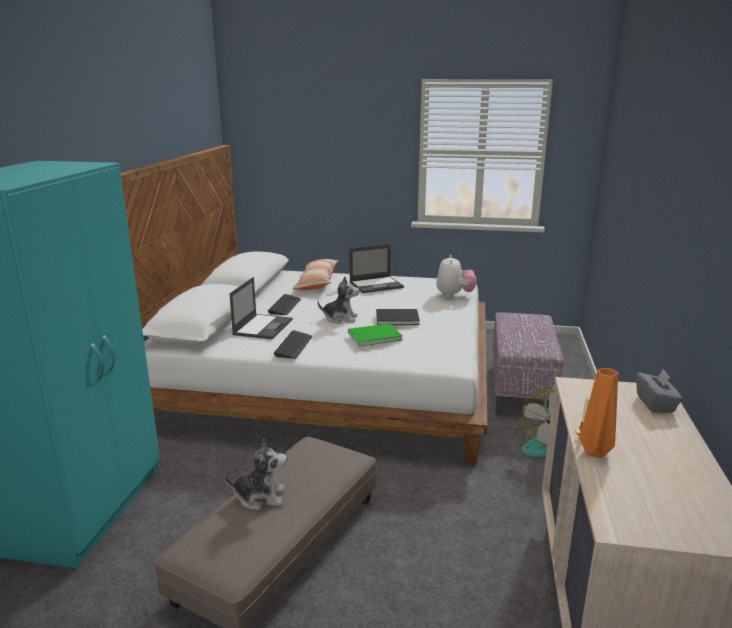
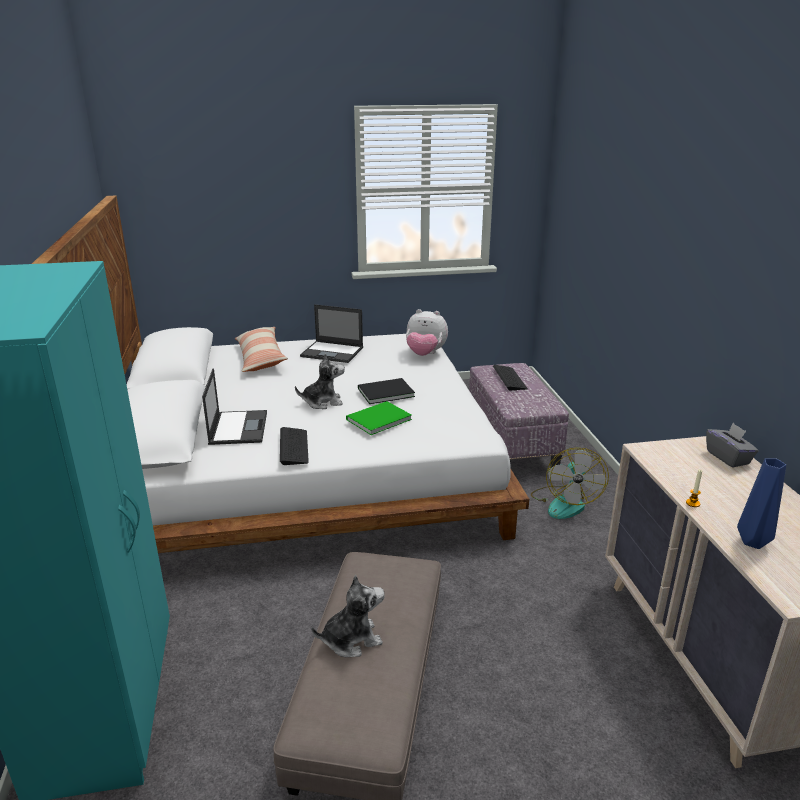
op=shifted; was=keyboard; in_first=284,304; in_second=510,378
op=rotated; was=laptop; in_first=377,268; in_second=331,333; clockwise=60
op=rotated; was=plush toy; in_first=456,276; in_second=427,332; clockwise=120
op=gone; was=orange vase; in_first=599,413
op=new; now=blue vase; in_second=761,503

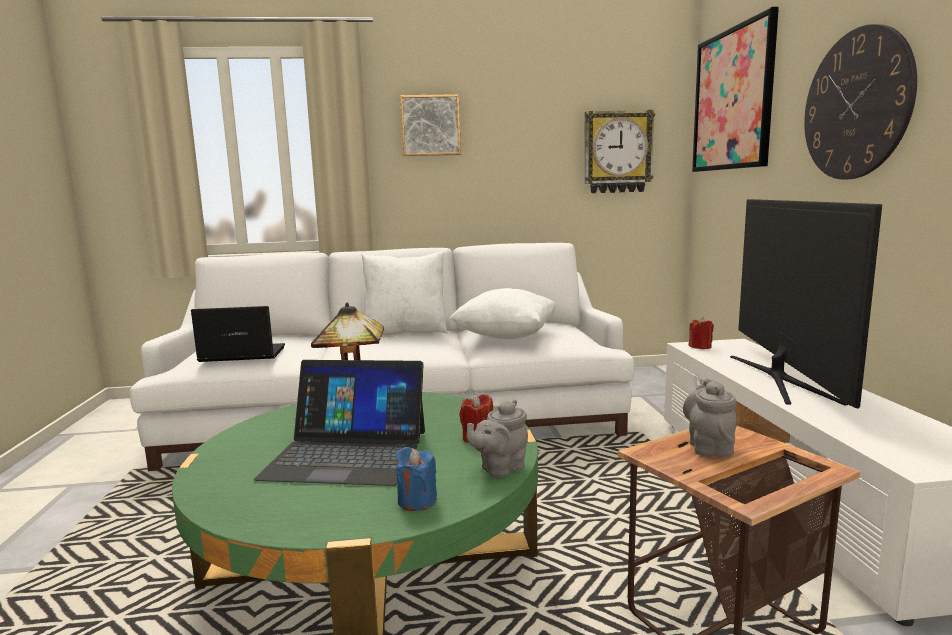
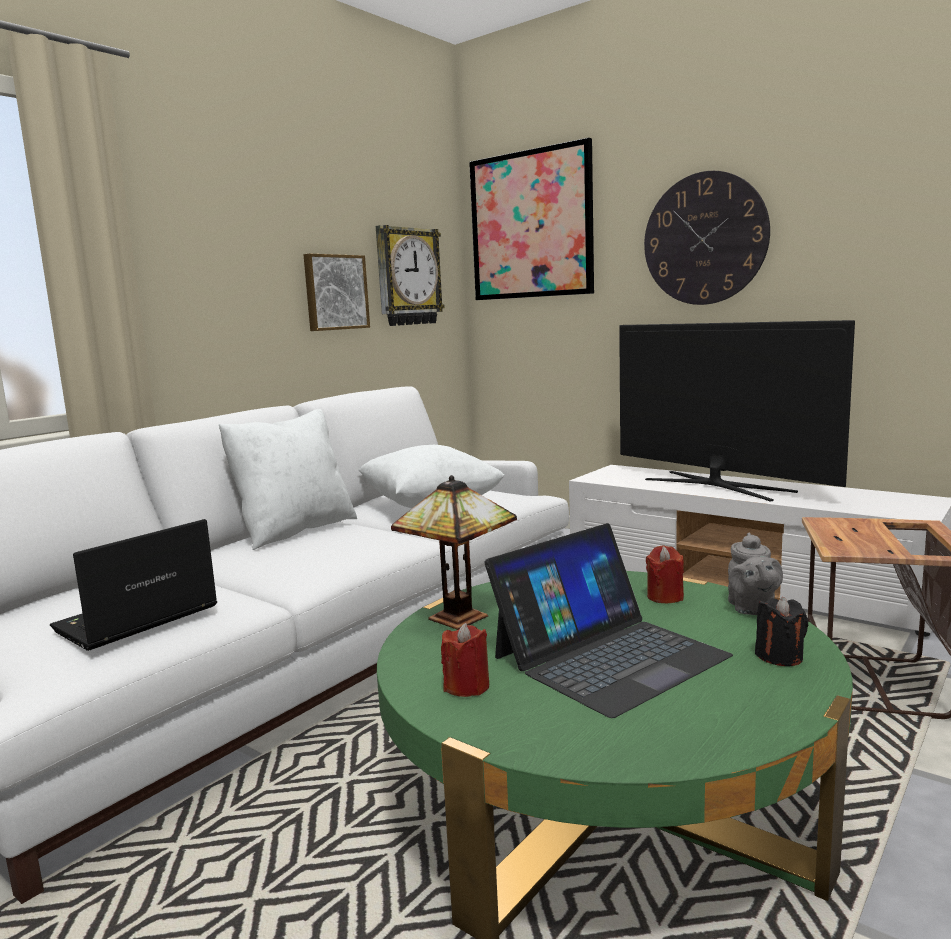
op=repainted; was=blue candle; now=black candle; in_first=416,479; in_second=781,631
op=shifted; was=picture; in_first=430,125; in_second=336,292
op=gone; was=grey teapot; in_first=710,418
op=shifted; was=red candle; in_first=701,333; in_second=465,660

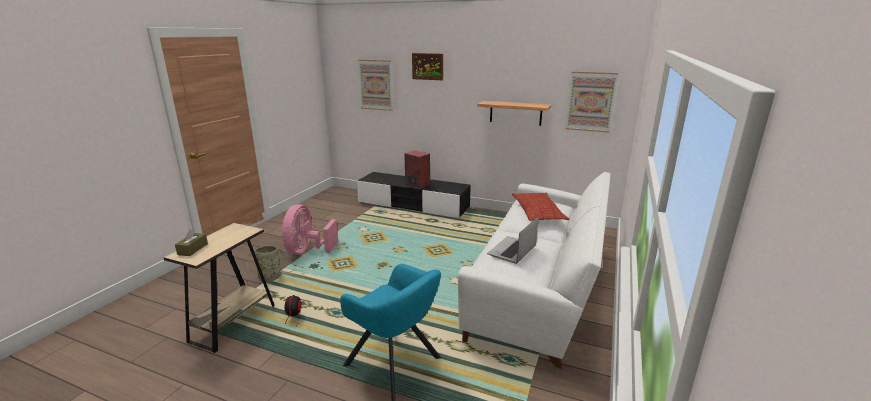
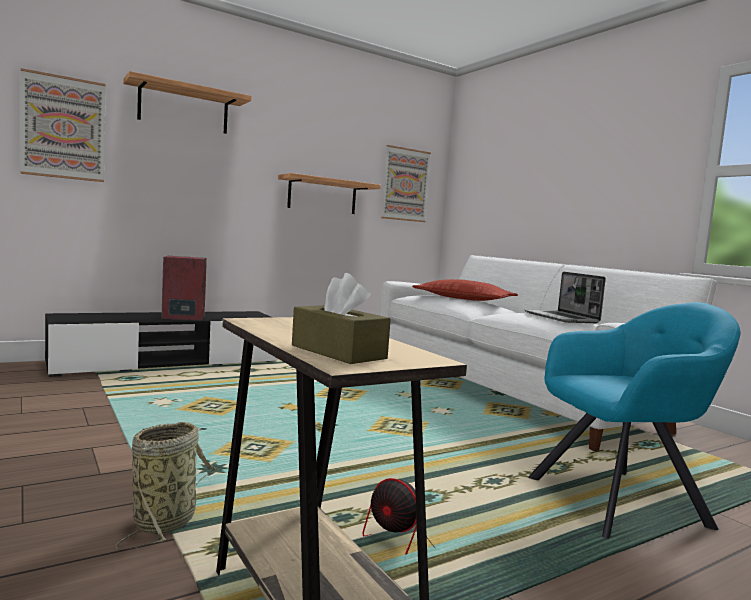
op=gone; was=pink fan; in_first=310,229
op=swapped; was=picture; now=shelf; in_first=427,66; in_second=187,102

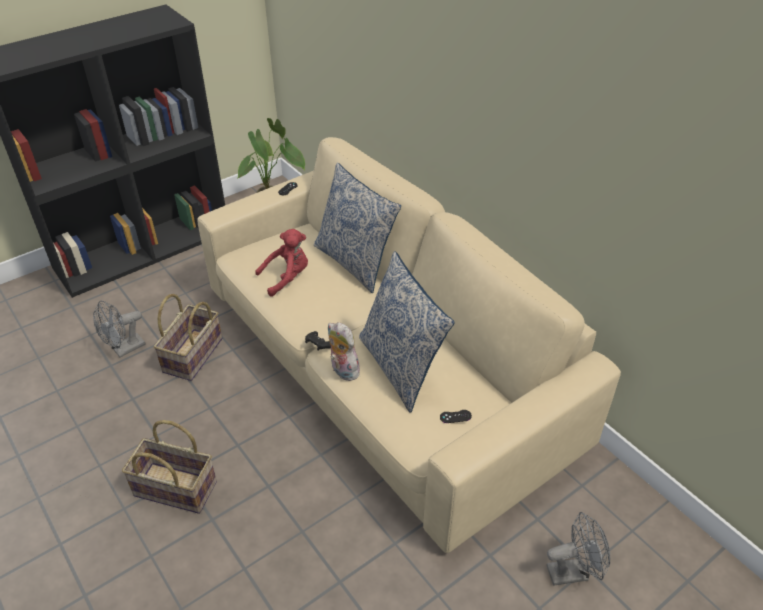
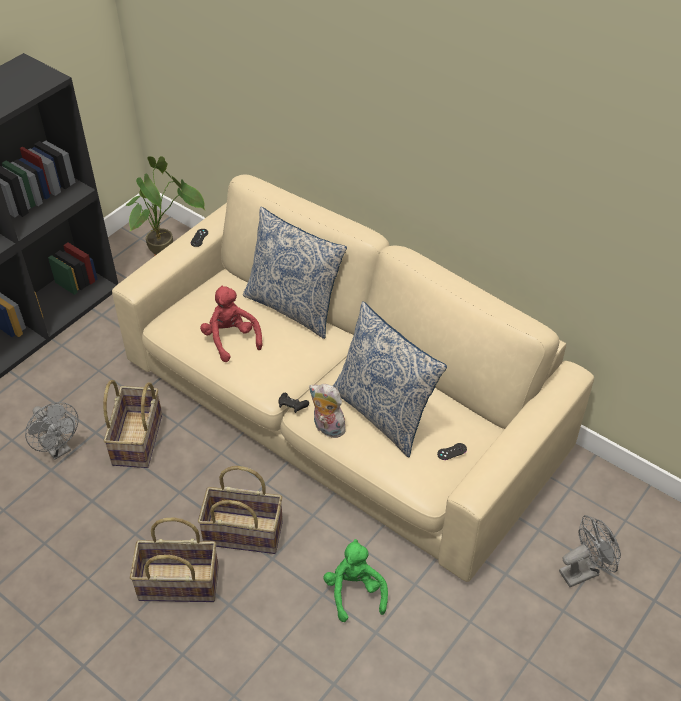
op=rotated; was=grey fan; in_first=119,329; in_second=51,431; clockwise=-75
op=rotated; was=red plush toy; in_first=282,262; in_second=231,324; clockwise=-75
op=new; now=basket; in_second=240,510
op=new; now=green plush toy; in_second=356,580

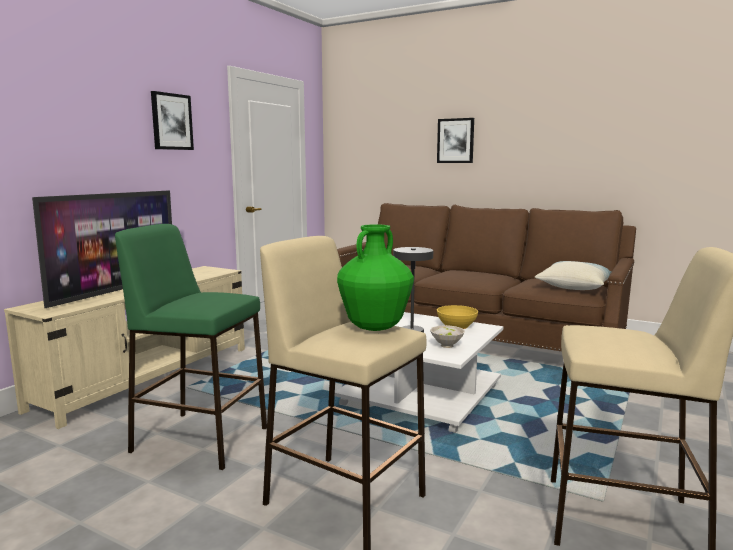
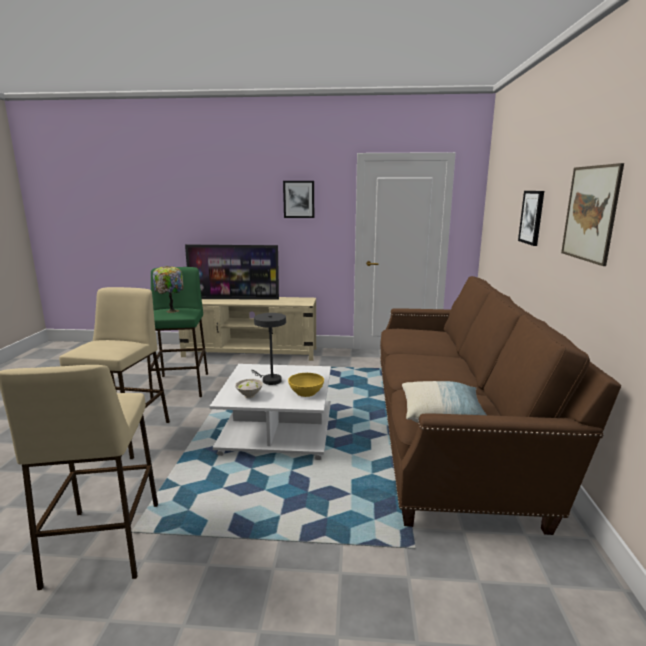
op=gone; was=green vase; in_first=375,277
op=new; now=table lamp; in_second=168,289
op=new; now=picture; in_second=592,214

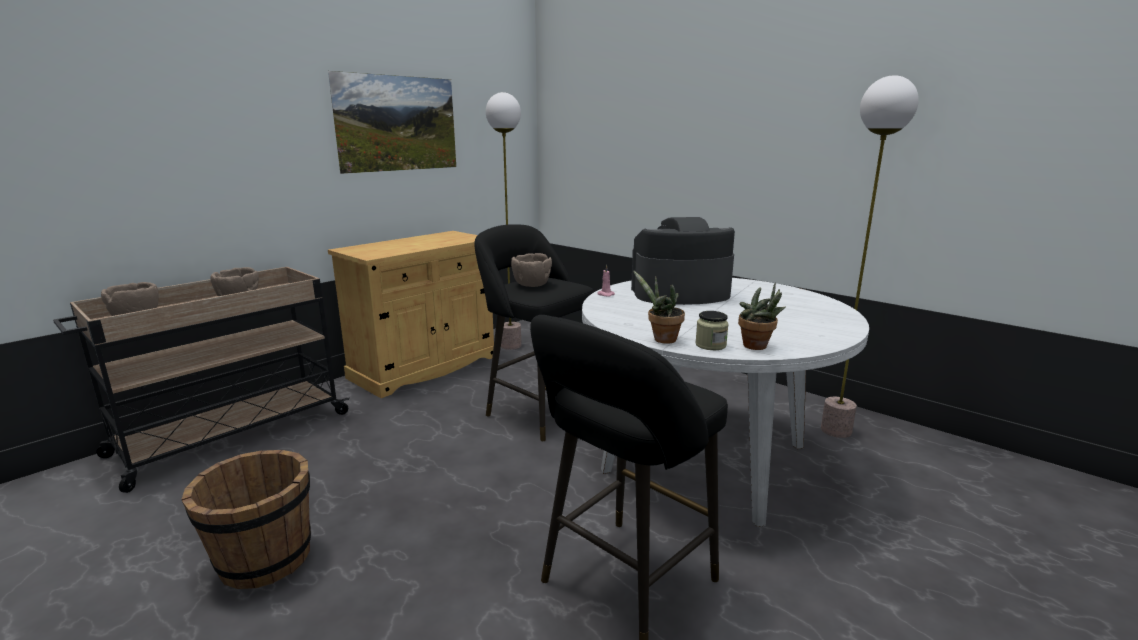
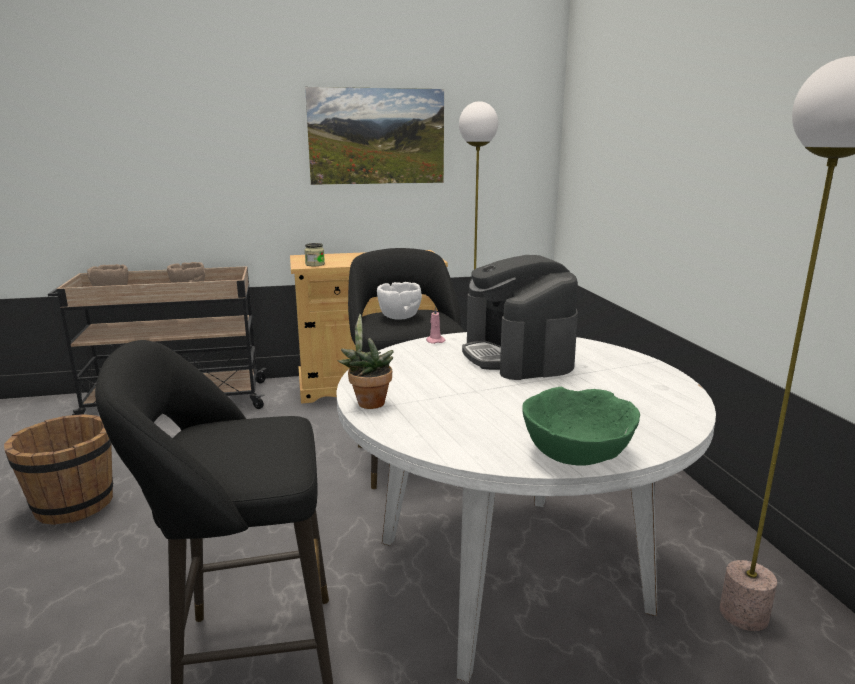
op=repainted; was=brown bowl; now=white bowl; in_first=531,270; in_second=399,301
op=rotated; was=coffee machine; in_first=683,261; in_second=520,317; clockwise=-135
op=shifted; was=jar; in_first=712,330; in_second=315,254
op=gone; was=potted plant; in_first=762,316
op=new; now=green bowl; in_second=581,426

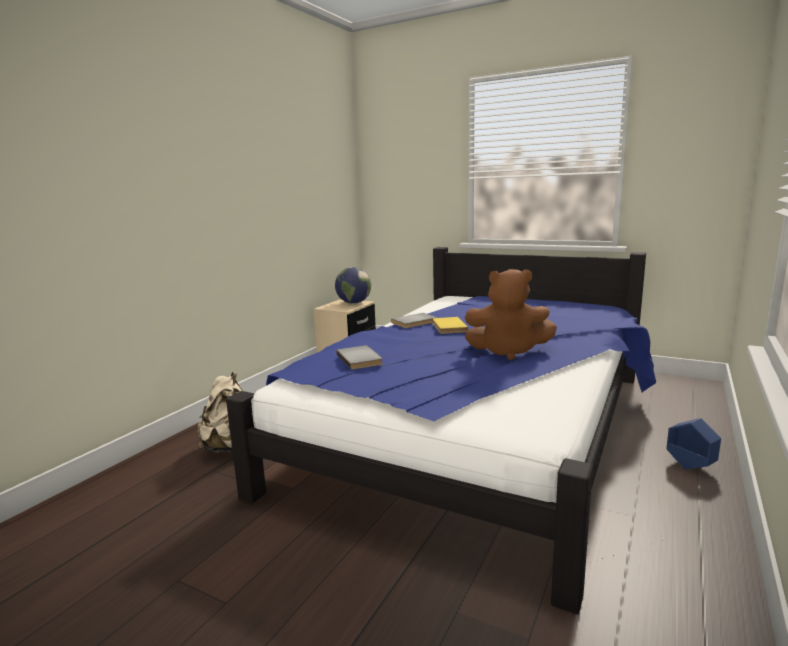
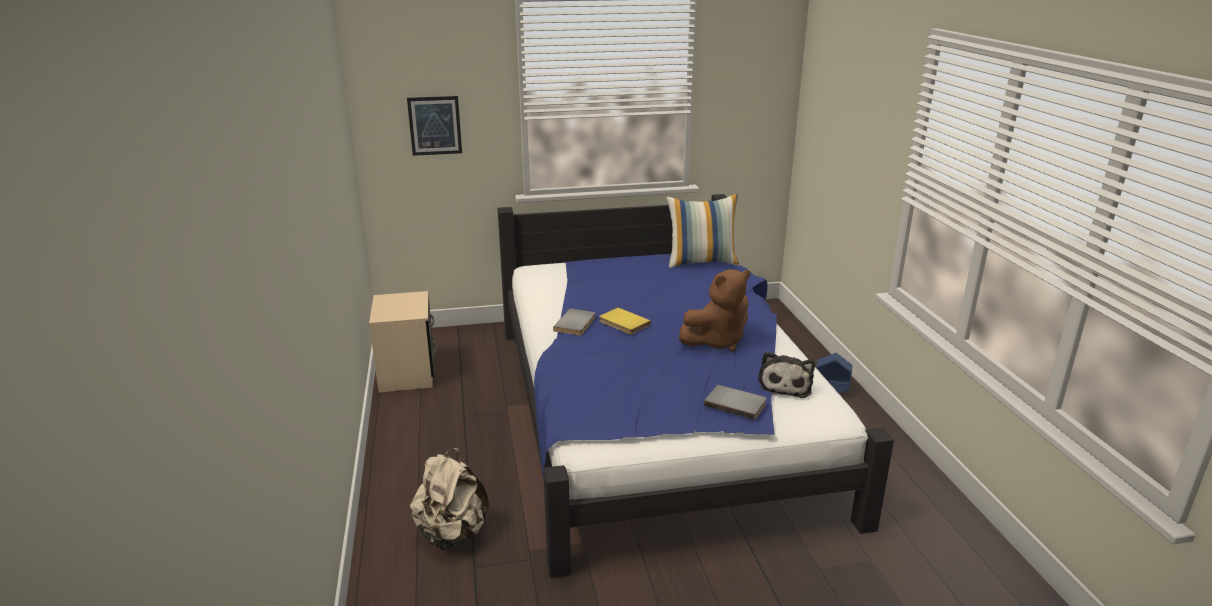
op=gone; was=globe; in_first=353,285
op=shifted; was=grey book; in_first=359,357; in_second=735,402
op=new; now=picture; in_second=434,126
op=new; now=pillow; in_second=702,231
op=new; now=plush toy; in_second=786,374

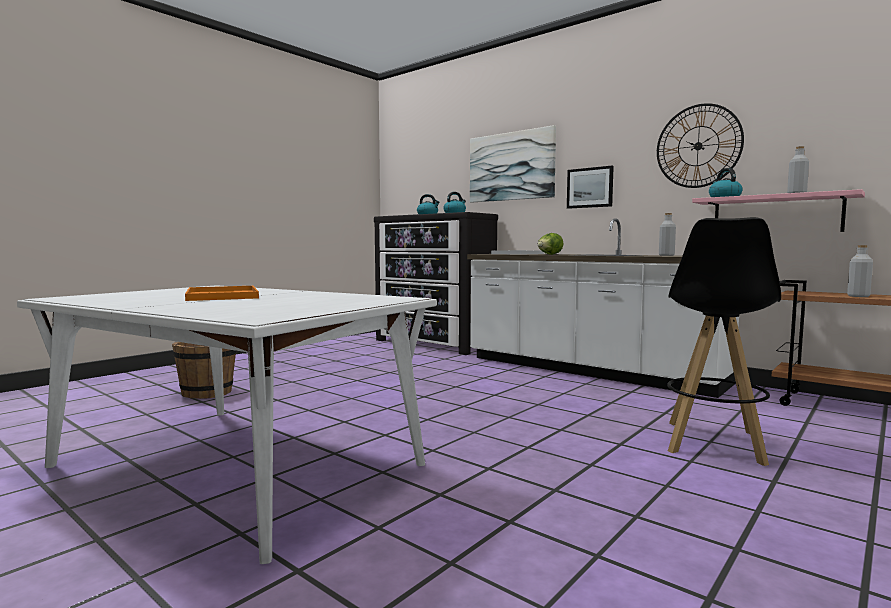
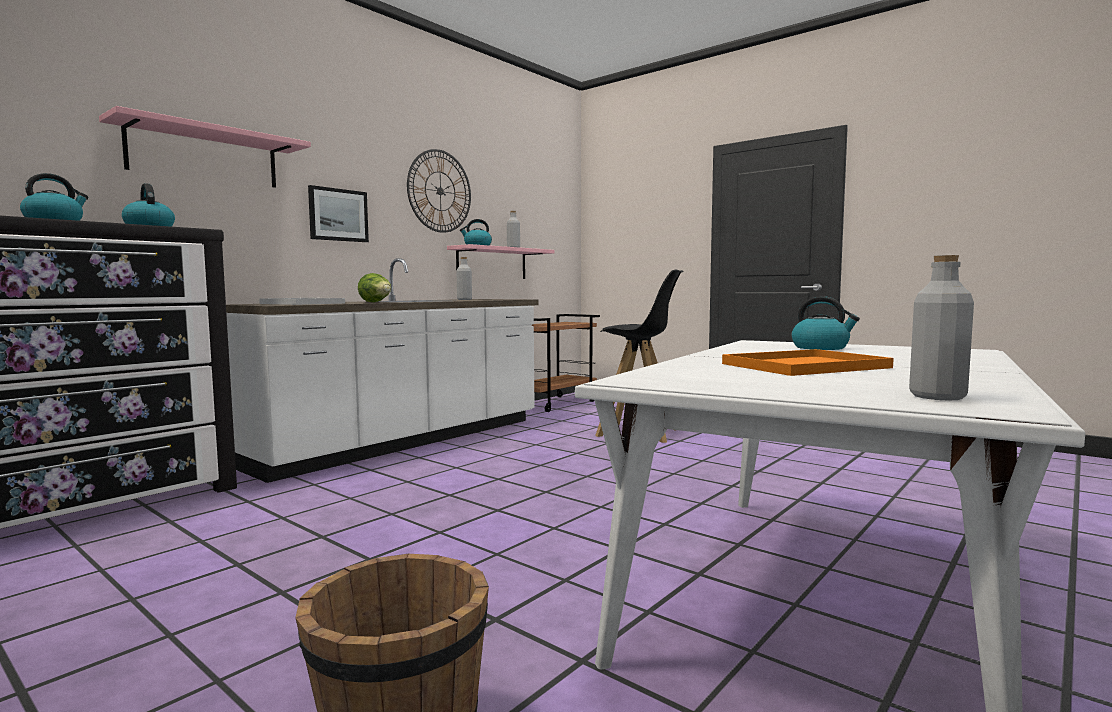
op=swapped; was=picture; now=pink shelf; in_first=513,163; in_second=205,147
op=shifted; was=grey bottle; in_first=860,271; in_second=941,328
op=new; now=kettle; in_second=826,323

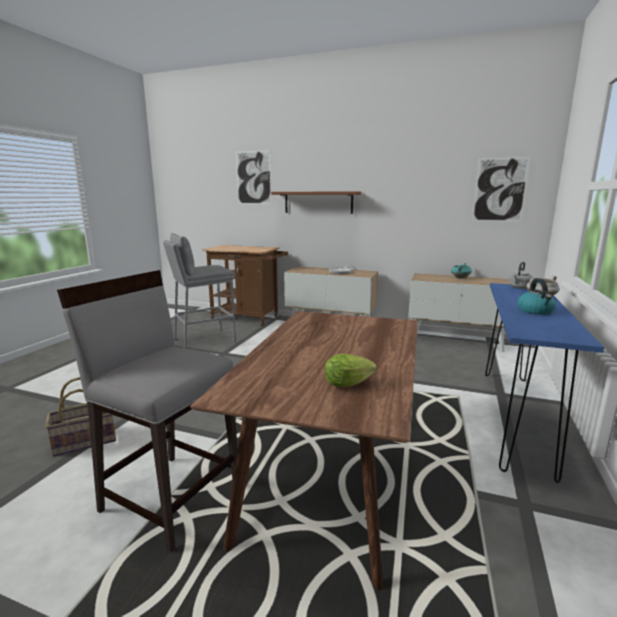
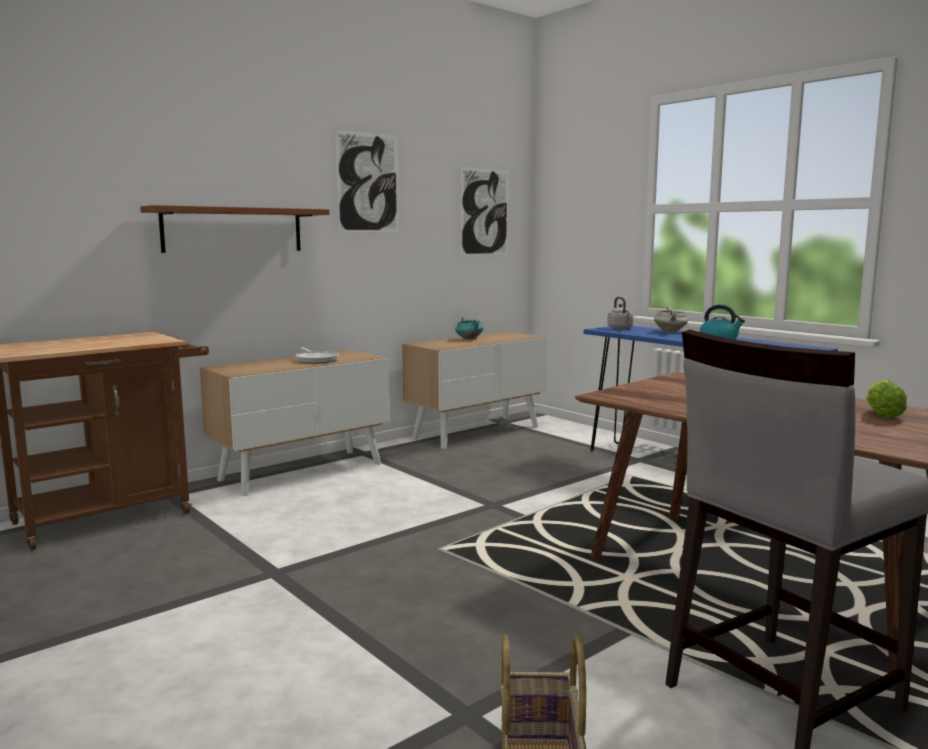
op=gone; was=grey stool; in_first=199,291
op=shifted; was=picture; in_first=254,177; in_second=366,181

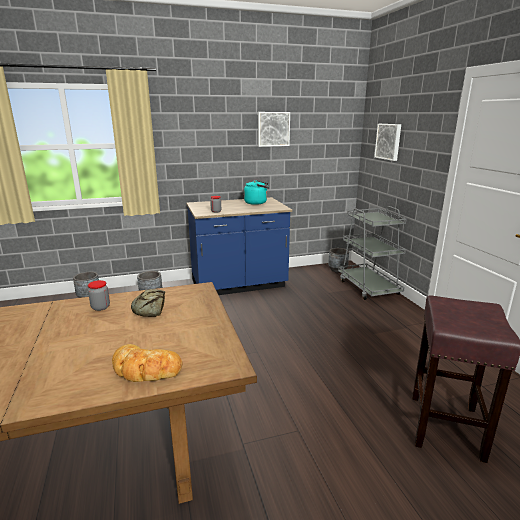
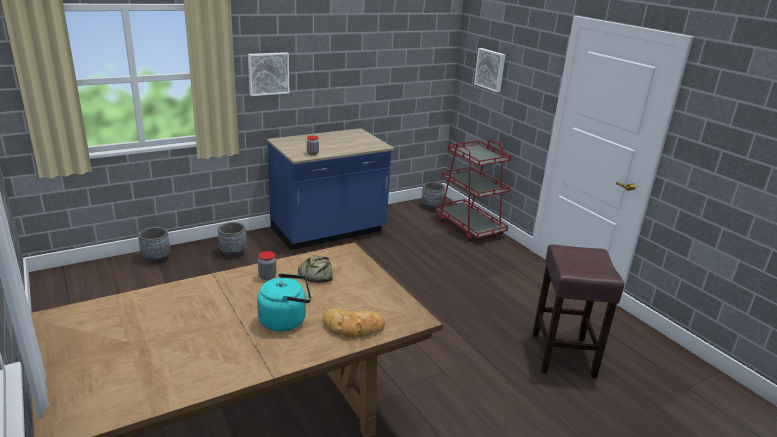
op=shifted; was=turquoise kettle; in_first=256,192; in_second=284,302
op=shifted; was=picture; in_first=274,129; in_second=268,74
op=repainted; was=grey cart; now=red cart; in_first=372,253; in_second=473,190

